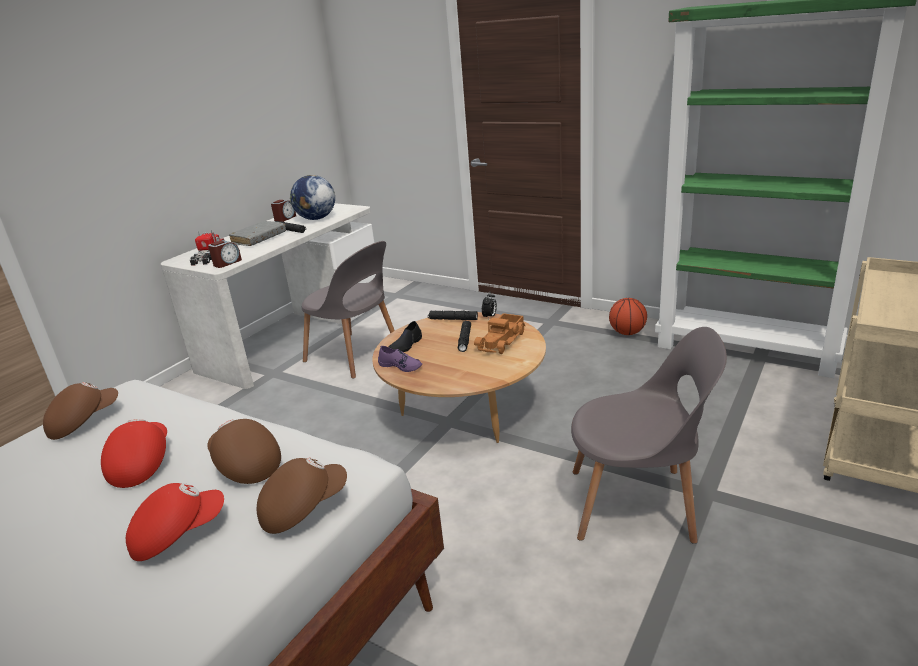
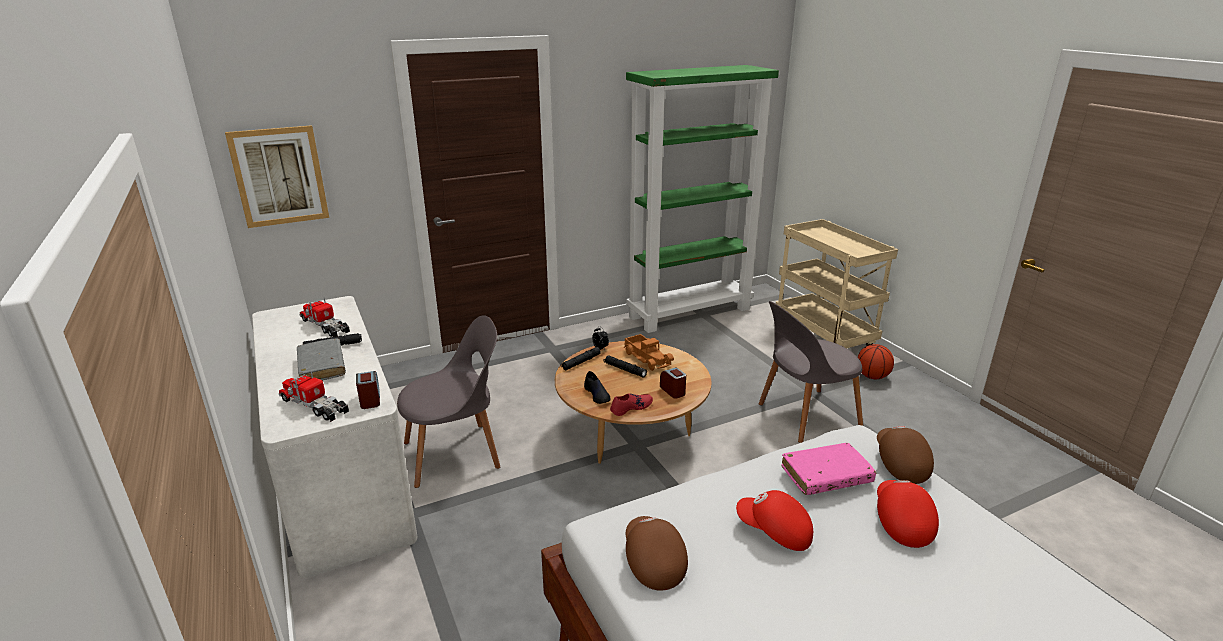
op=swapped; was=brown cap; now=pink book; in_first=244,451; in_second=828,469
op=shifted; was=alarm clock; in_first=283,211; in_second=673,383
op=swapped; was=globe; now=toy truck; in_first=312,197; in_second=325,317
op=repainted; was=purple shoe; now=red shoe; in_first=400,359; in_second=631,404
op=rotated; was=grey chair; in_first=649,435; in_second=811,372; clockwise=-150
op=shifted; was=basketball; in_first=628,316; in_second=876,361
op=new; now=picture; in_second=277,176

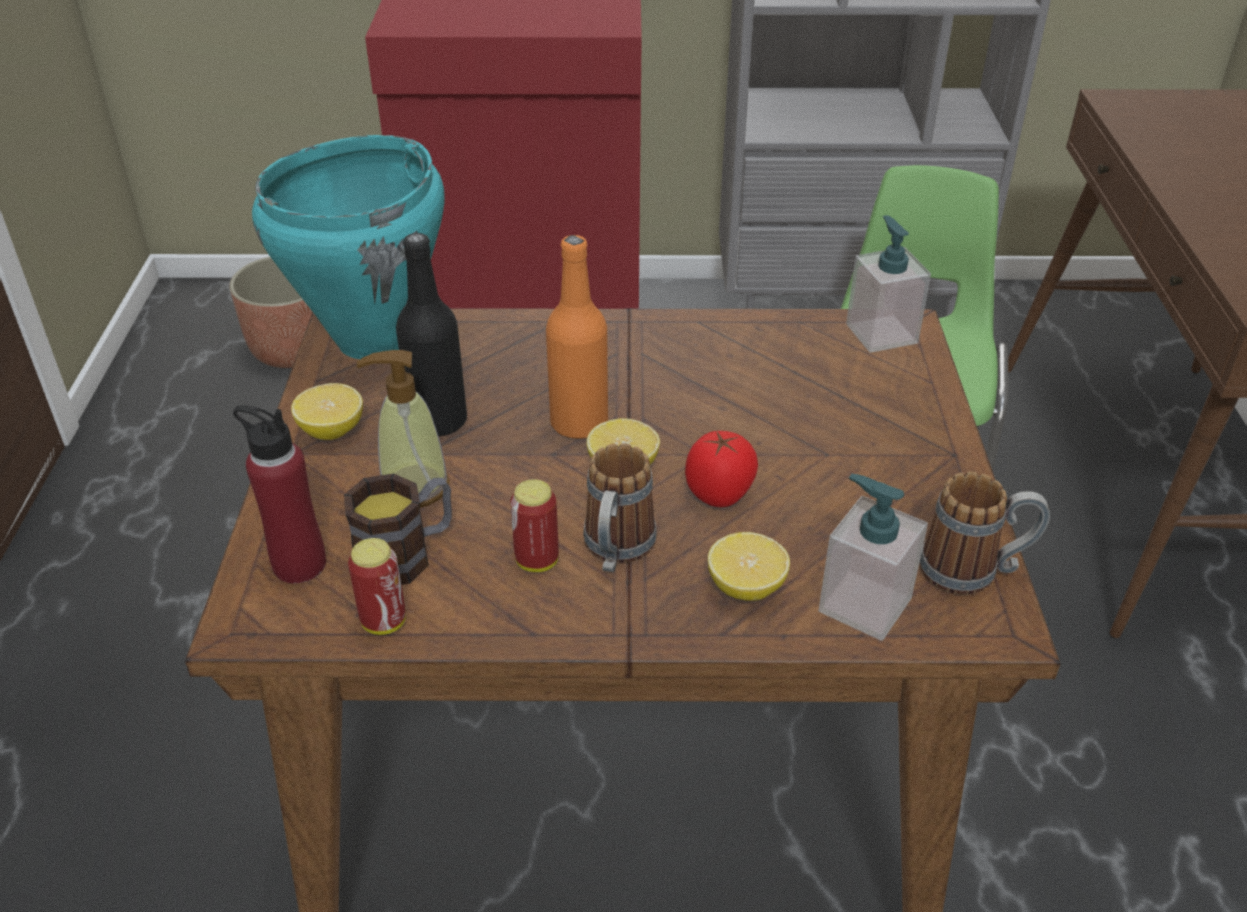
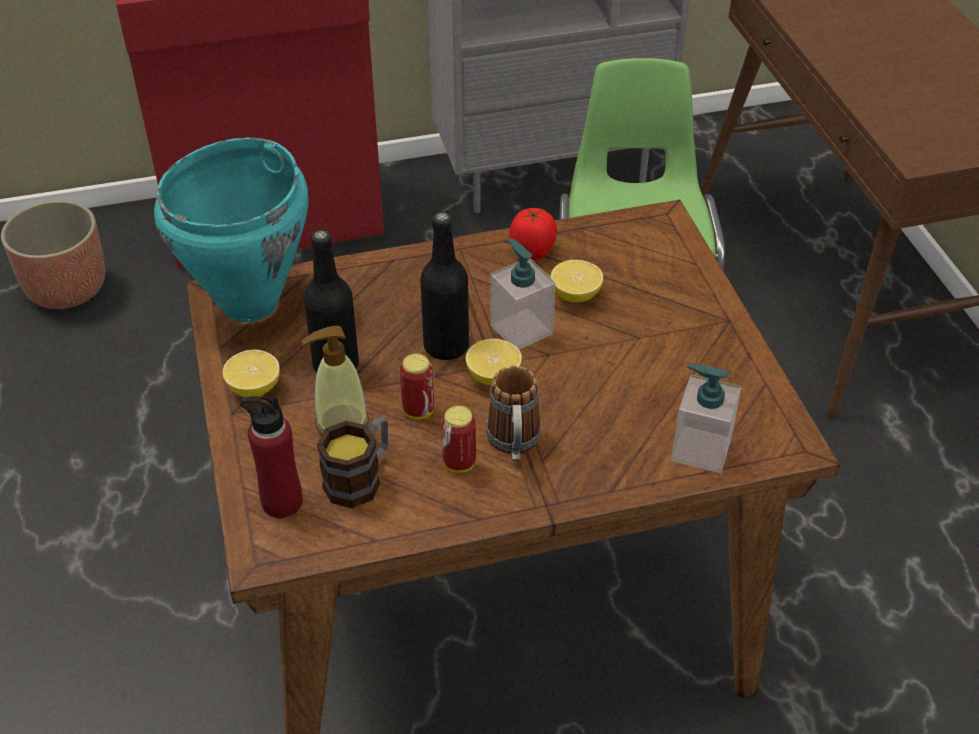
op=shifted; was=can; in_first=377,586; in_second=417,386
op=repainted; was=orange bottle; now=black bottle; in_first=577,337; in_second=444,286
op=shifted; was=tomato; in_first=721,469; in_second=533,234
op=shifted; was=lemon; in_first=749,566; in_second=577,281
op=shifted; was=soap dispenser; in_first=888,284; in_second=523,294
op=gone; was=mug; in_first=984,533

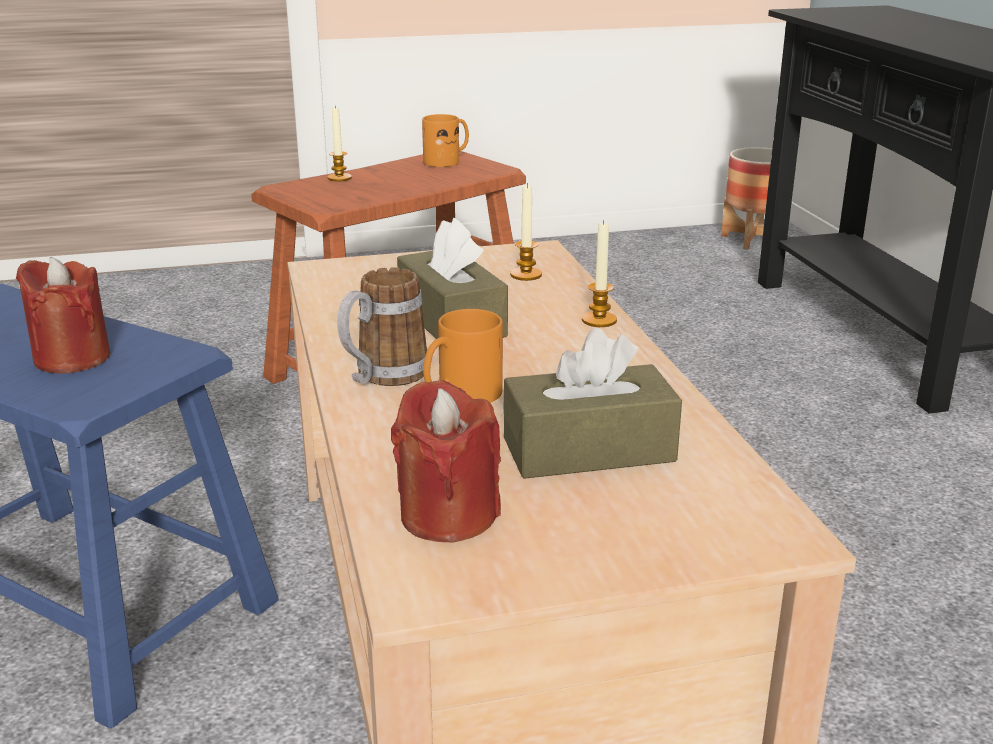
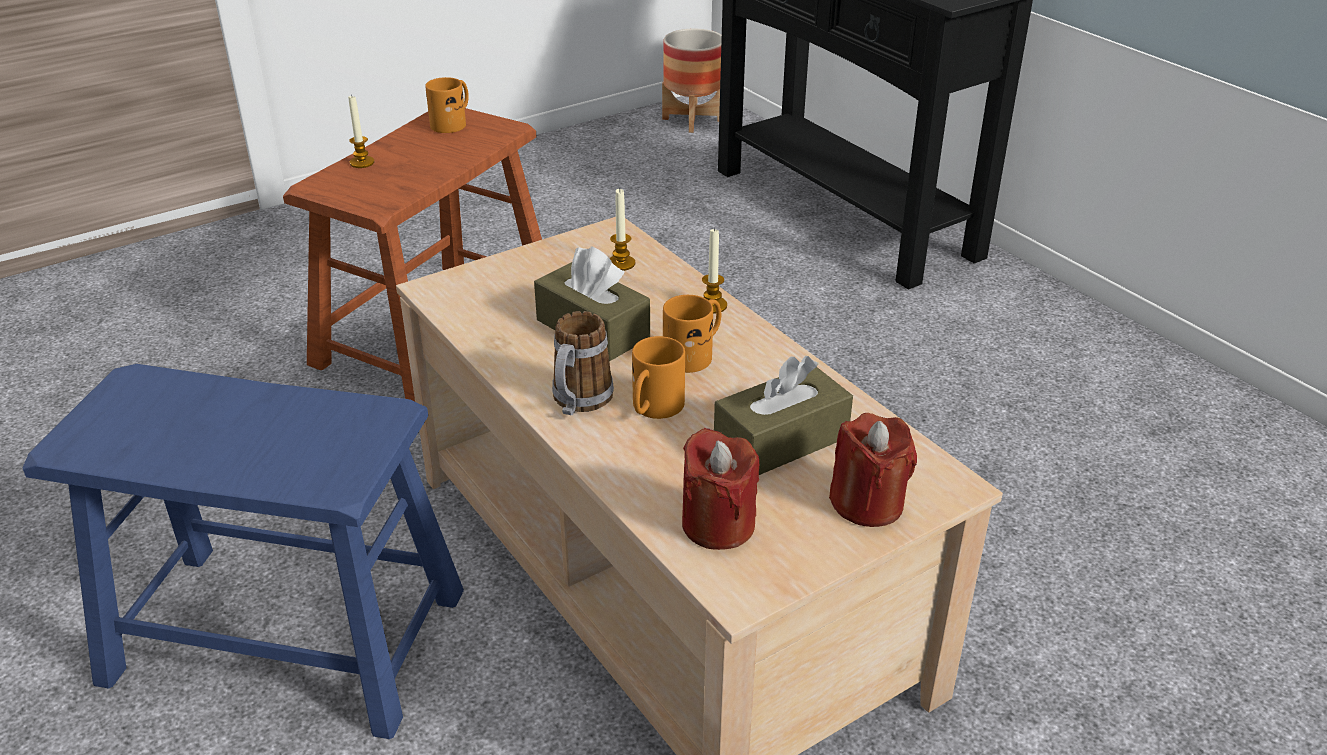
op=shifted; was=red candle; in_first=63,315; in_second=873,470
op=new; now=orange mug; in_second=692,334

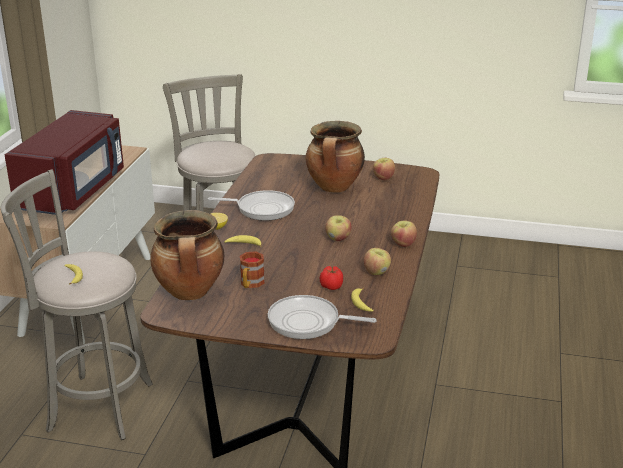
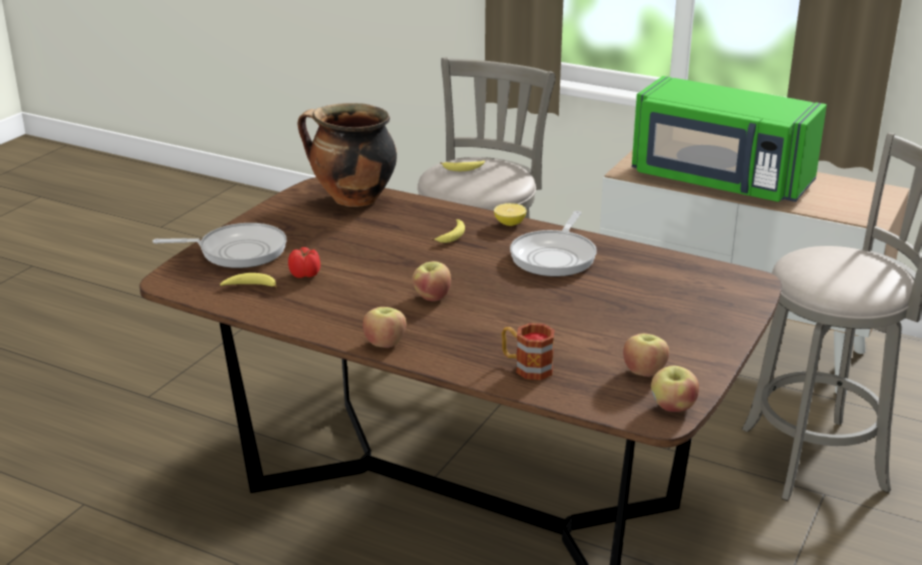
op=repainted; was=red microwave; now=green microwave; in_first=64,162; in_second=729,139
op=shifted; was=mug; in_first=252,269; in_second=528,351
op=rotated; was=frying pan; in_first=322,317; in_second=220,245; clockwise=60
op=gone; was=cooking pot; in_first=335,157
op=shifted; was=apple; in_first=377,261; in_second=675,388

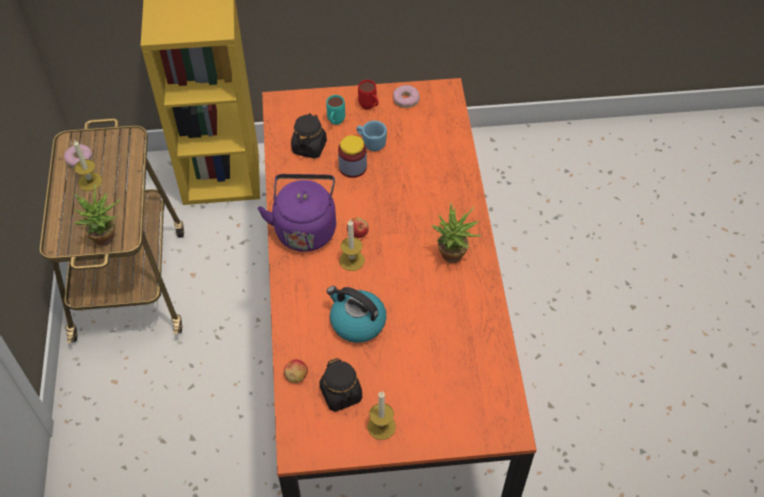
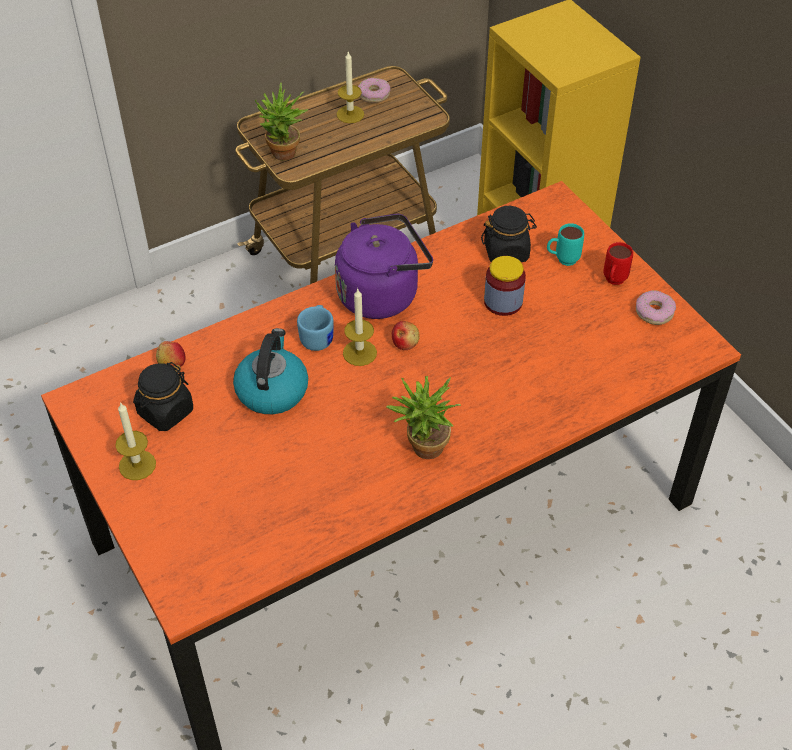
op=shifted; was=blue mug; in_first=371,136; in_second=315,328

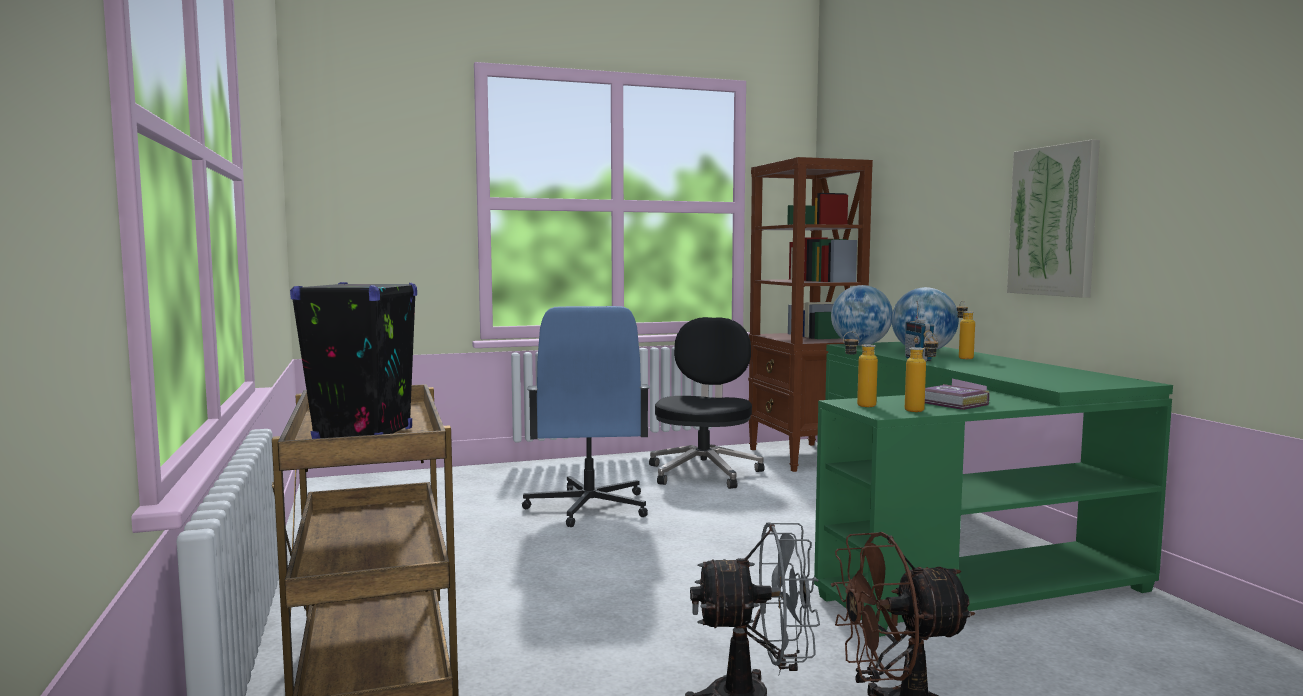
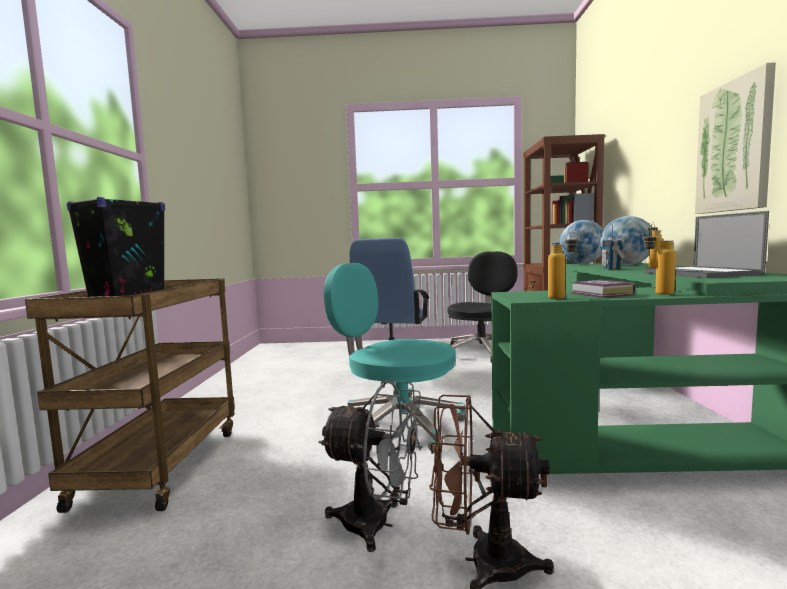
op=shifted; was=bottle; in_first=860,369; in_second=659,262
op=new; now=turquoise office chair; in_second=394,358
op=new; now=laptop; in_second=706,244

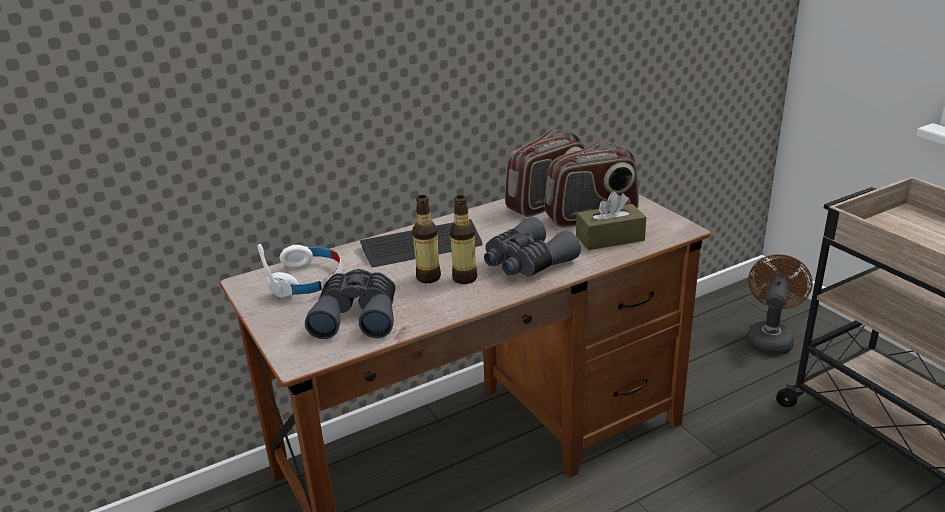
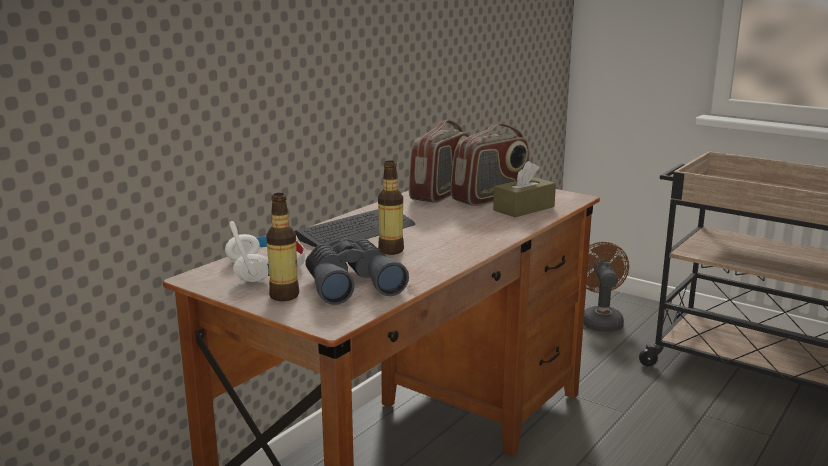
op=shifted; was=bottle; in_first=463,239; in_second=282,247
op=gone; was=grey binoculars; in_first=532,246

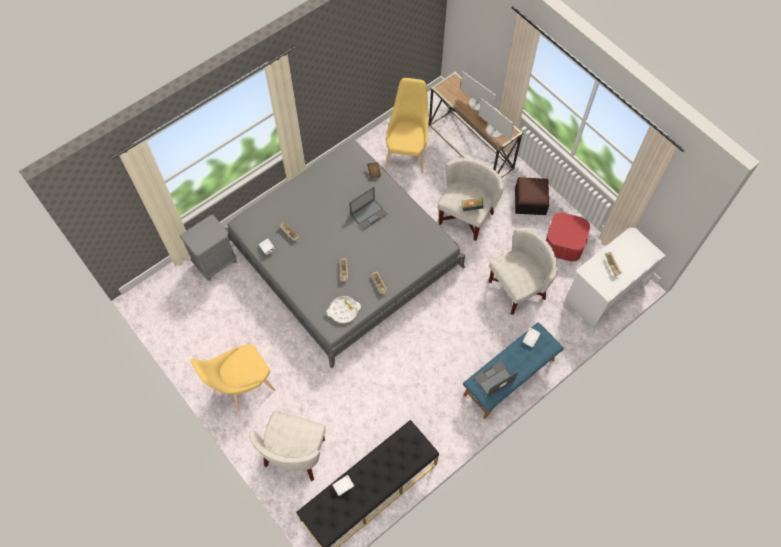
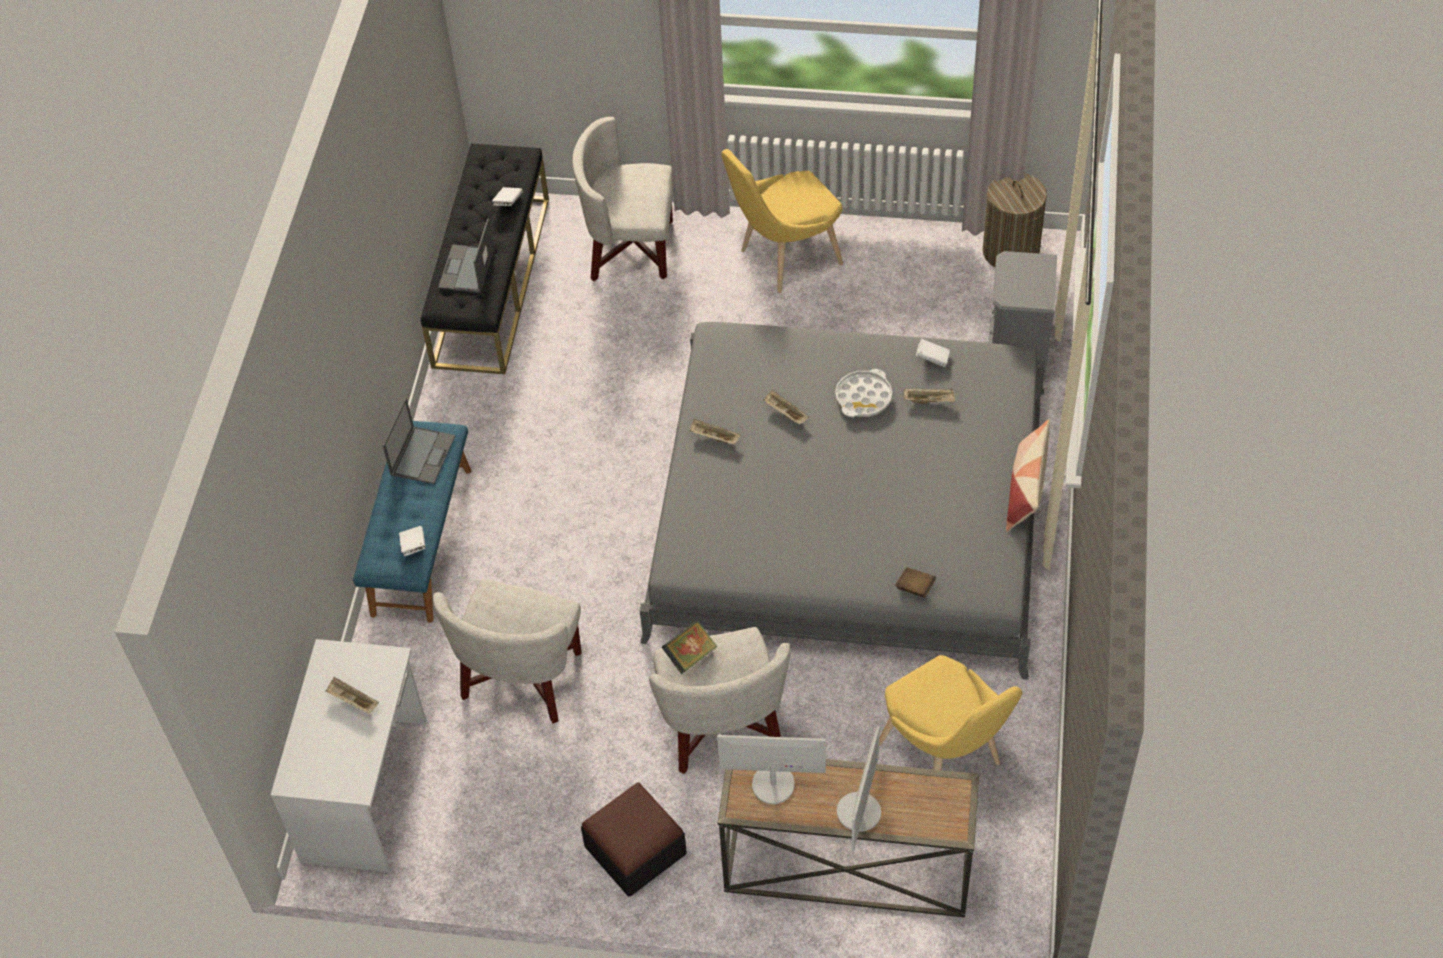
op=rotated; was=yellow chair; in_first=233,377; in_second=782,221; clockwise=-135
op=rotated; was=white armchair; in_first=287,446; in_second=623,199; clockwise=-60
op=shifted; was=white tray; in_first=344,309; in_second=863,393
op=shifted; was=laptop; in_first=368,208; in_second=466,255
op=rotated; was=monitor; in_first=478,91; in_second=859,788; clockwise=105
op=gone; was=ottoman; in_first=568,237
op=new; now=laundry basket; in_second=1015,220
op=new; now=pillow; in_second=1028,476

